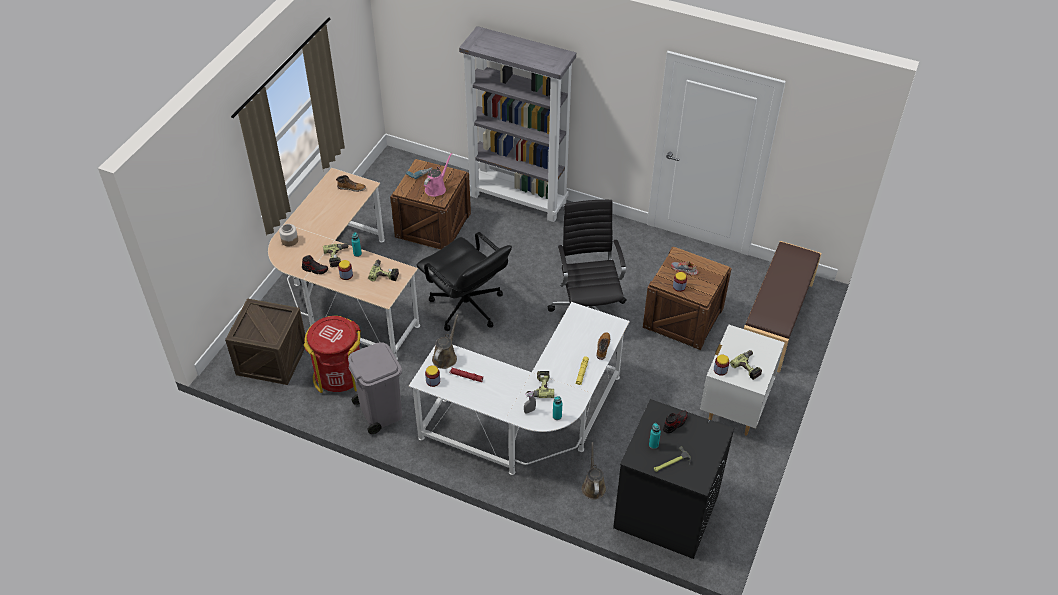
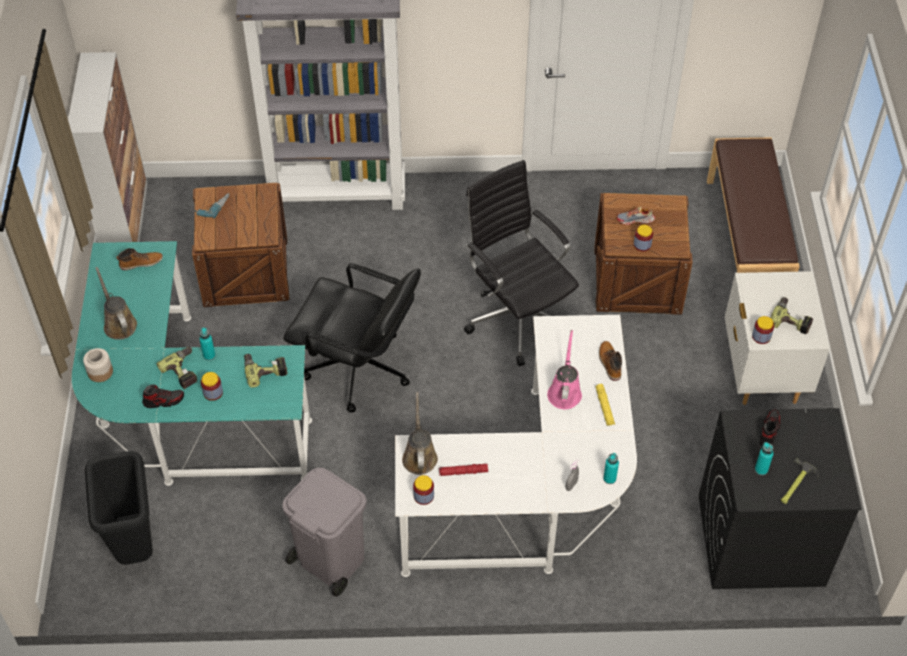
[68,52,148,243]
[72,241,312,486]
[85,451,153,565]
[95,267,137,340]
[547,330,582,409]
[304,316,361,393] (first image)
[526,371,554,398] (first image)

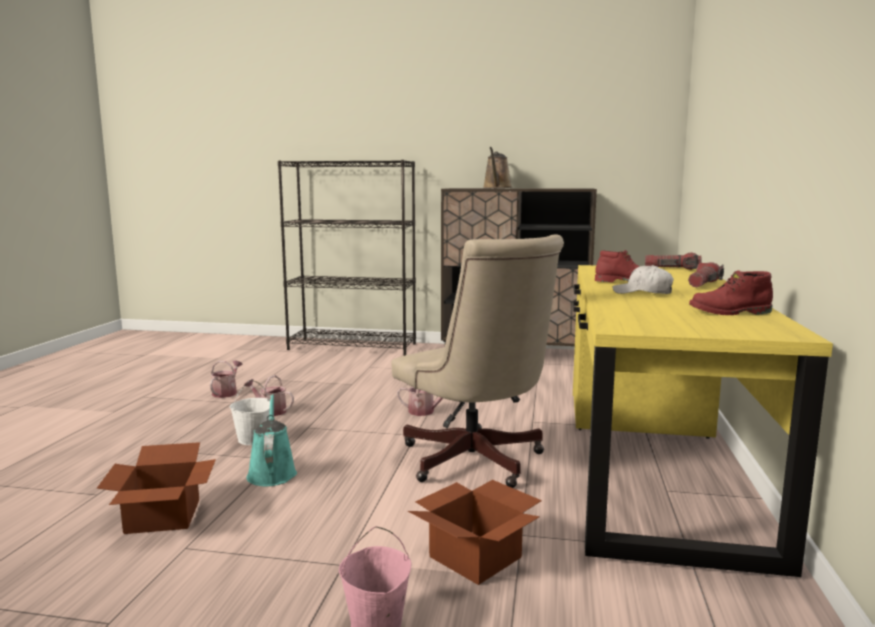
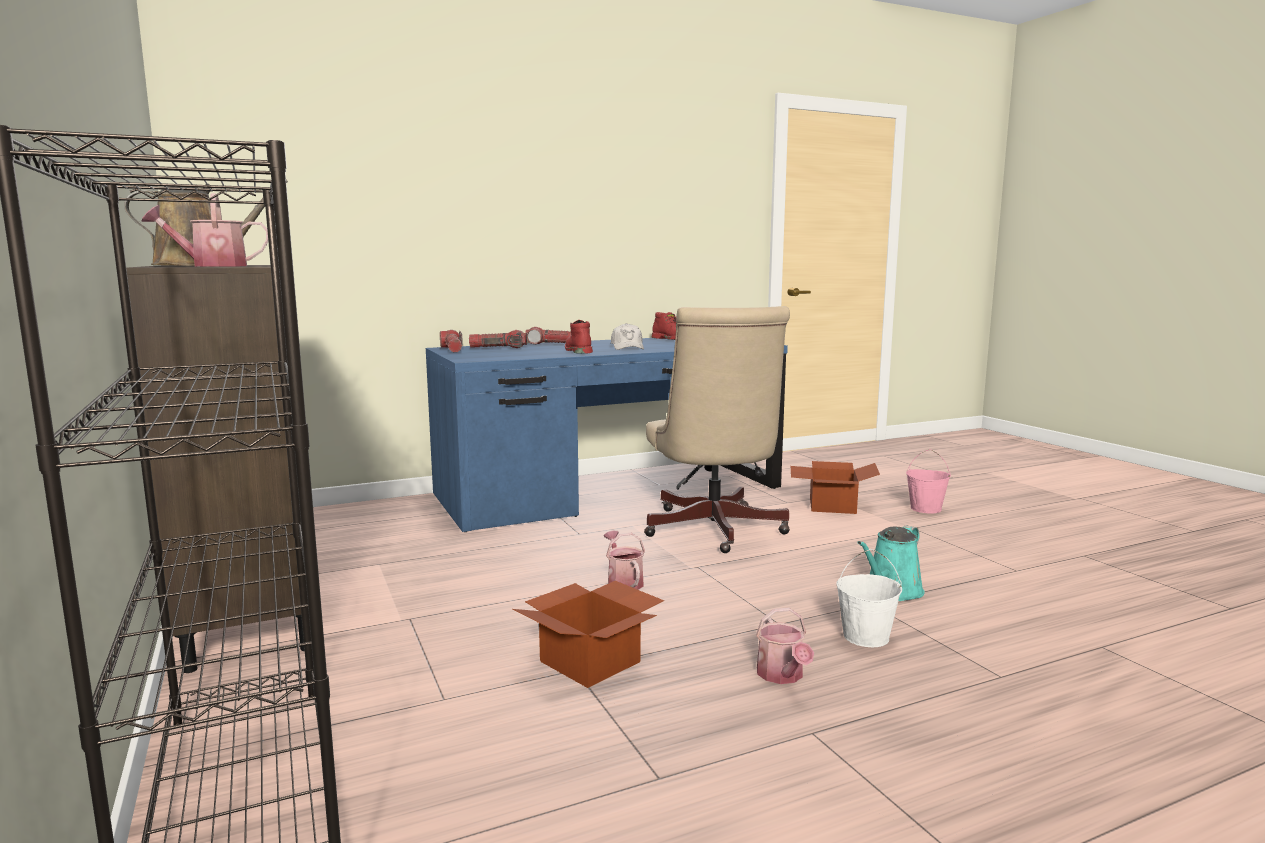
[141,193,268,267]
[426,338,788,532]
[469,330,527,348]
[513,581,664,688]
[644,306,790,553]

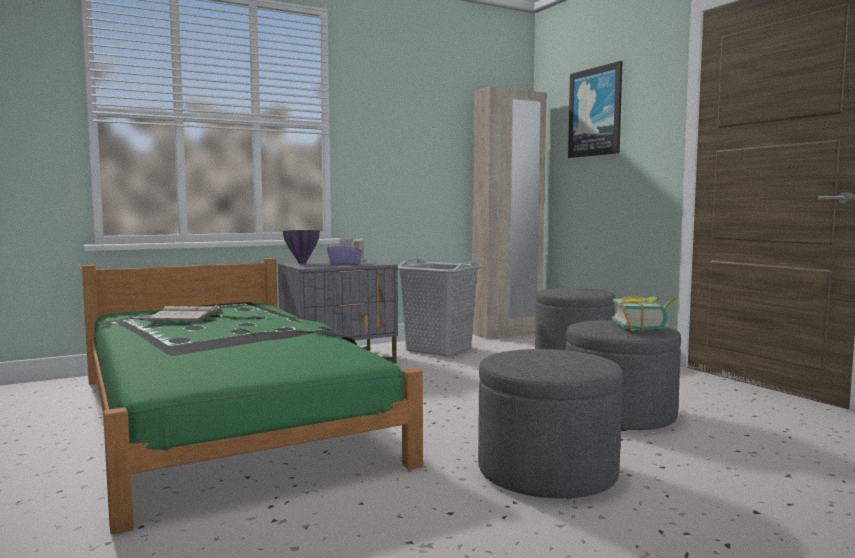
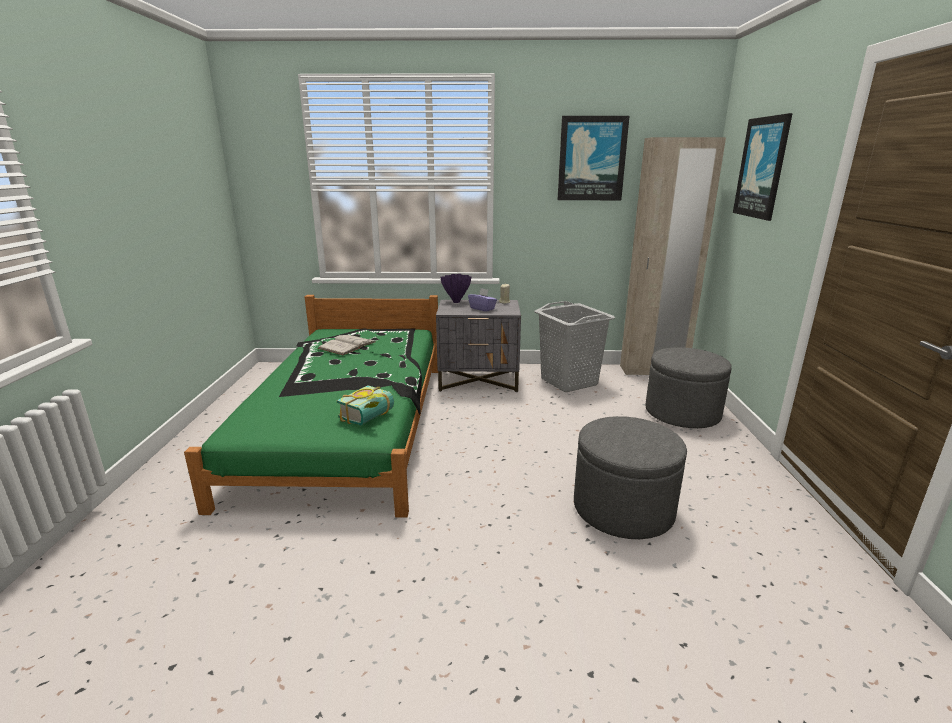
[337,385,394,426]
[557,116,629,200]
[478,349,623,499] (first image)

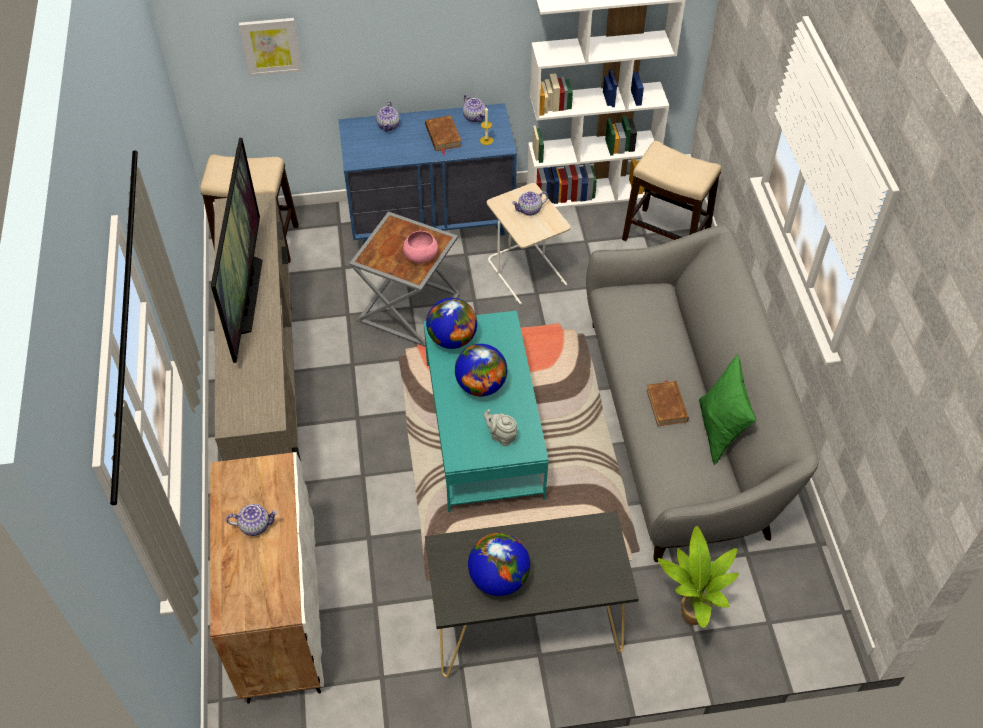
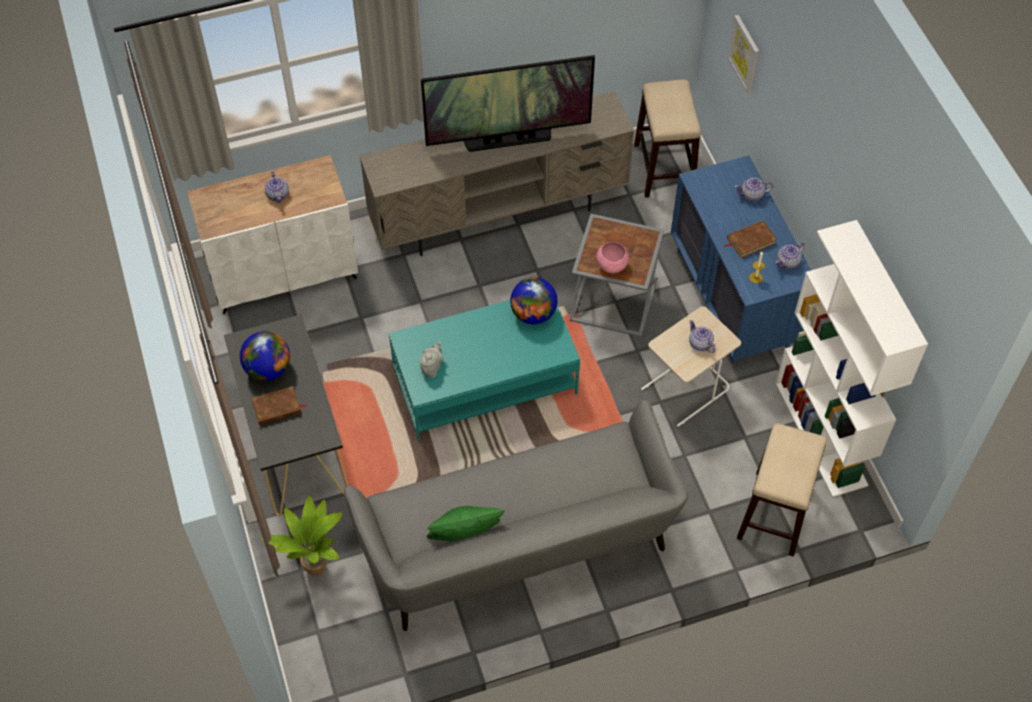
[251,386,307,425]
[455,344,507,396] (first image)

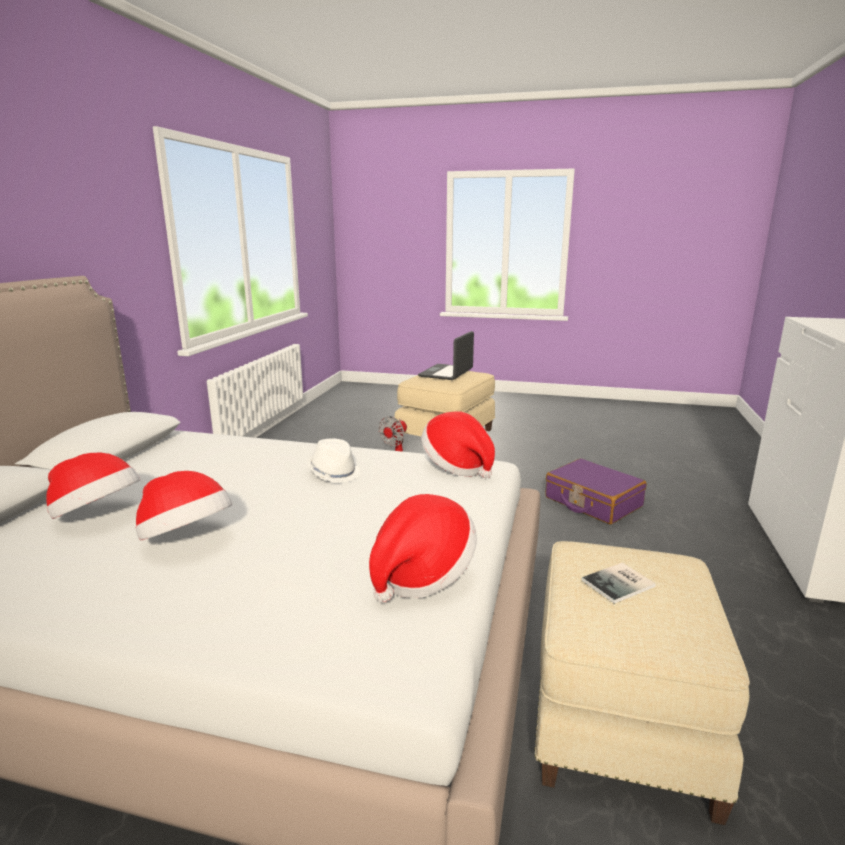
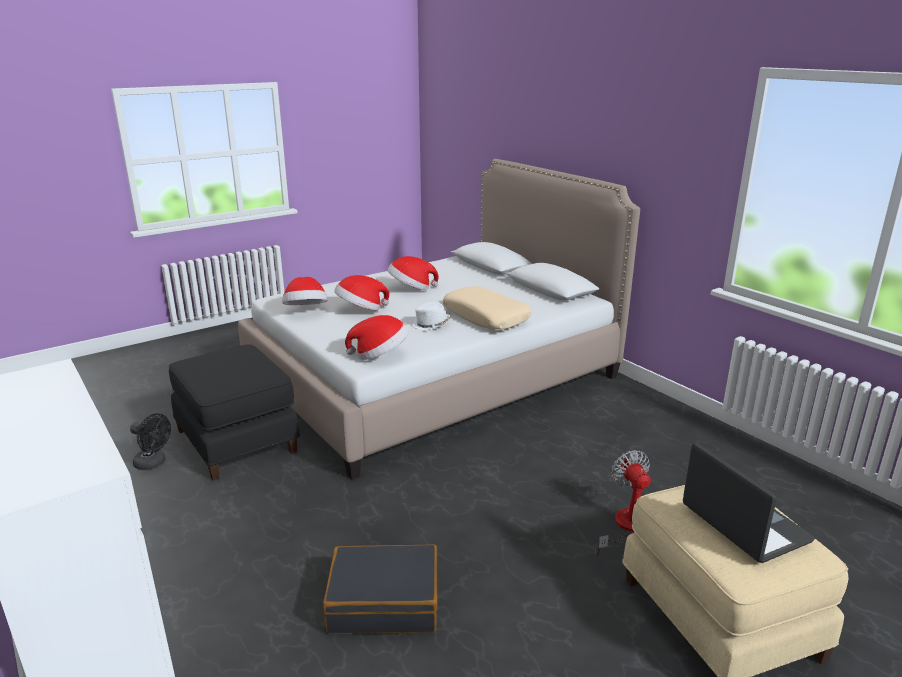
[130,413,171,470]
[169,344,300,481]
[323,544,438,634]
[334,275,389,310]
[443,286,531,330]
[582,563,656,604] (first image)

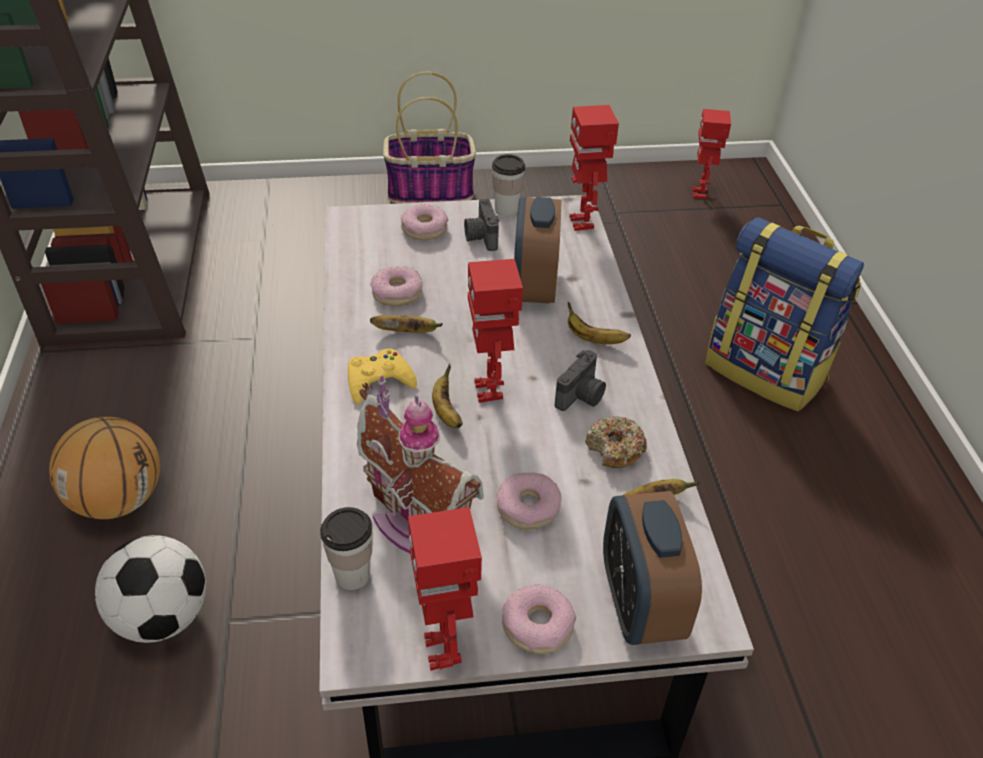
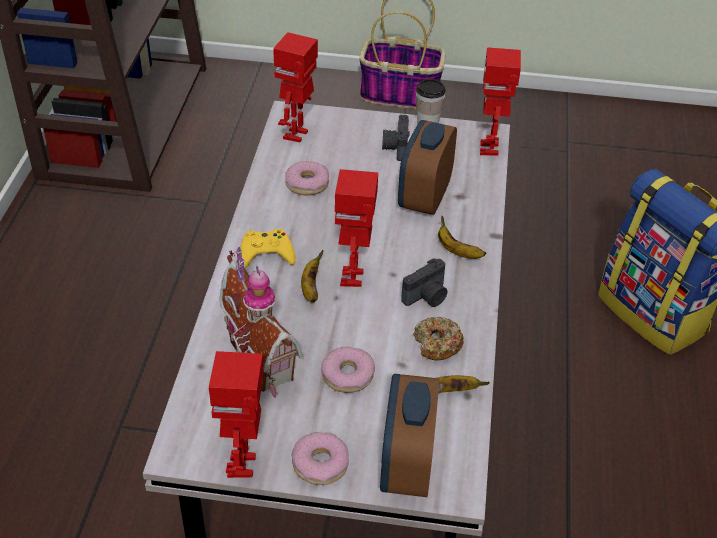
[273,32,318,142]
[49,417,160,519] (first image)
[95,535,206,643] (first image)
[320,507,373,590] (first image)
[370,315,443,333] (first image)
[401,204,448,240] (first image)

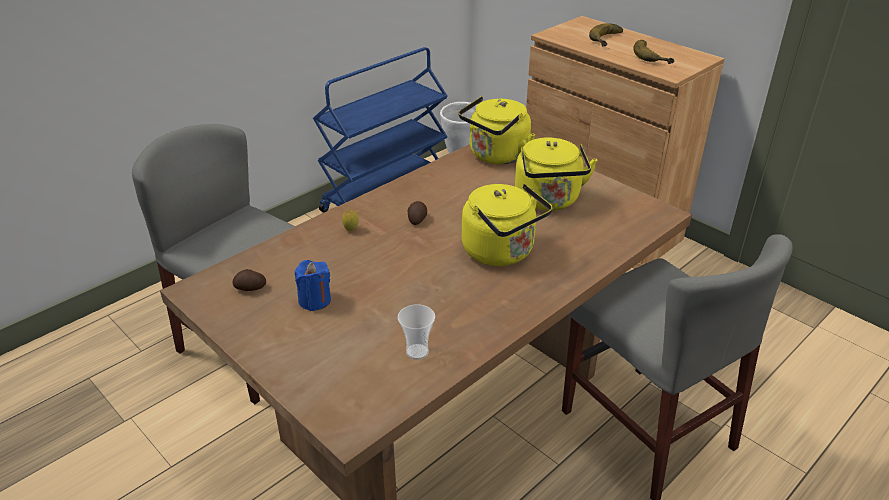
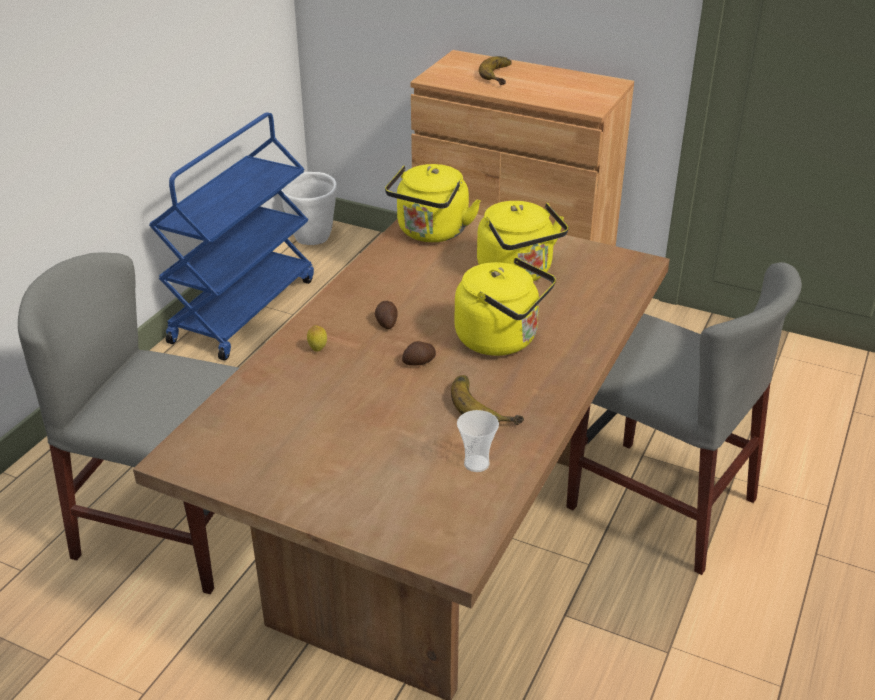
[402,341,436,366]
[451,375,524,425]
[295,260,331,311] (first image)

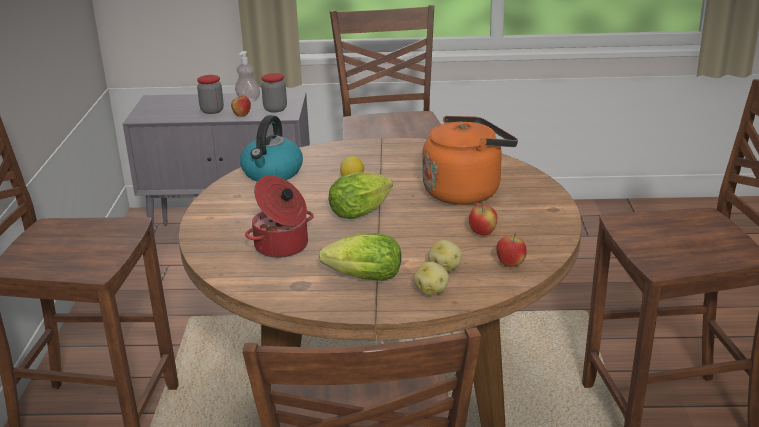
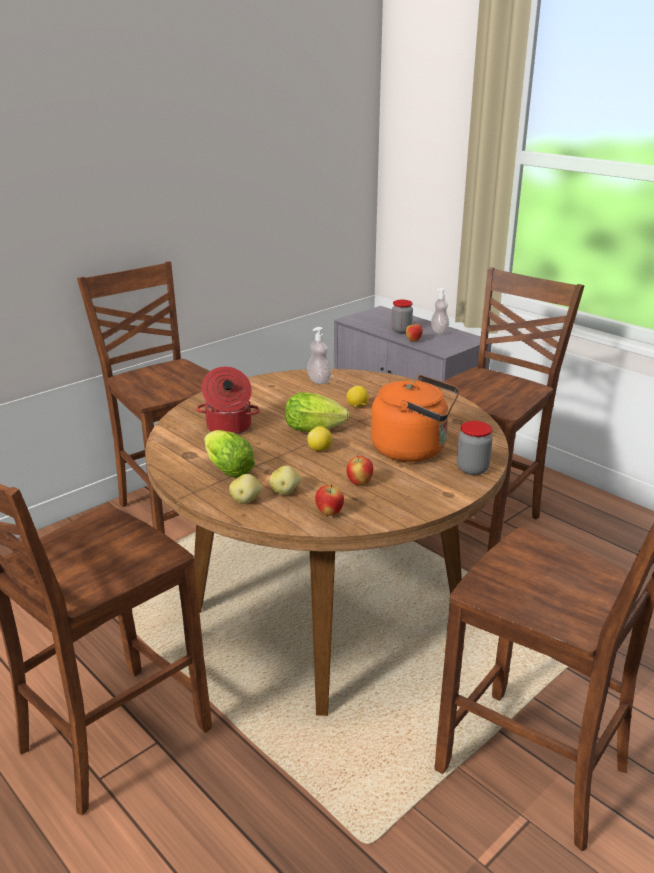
[307,327,332,384]
[307,426,332,451]
[457,421,493,475]

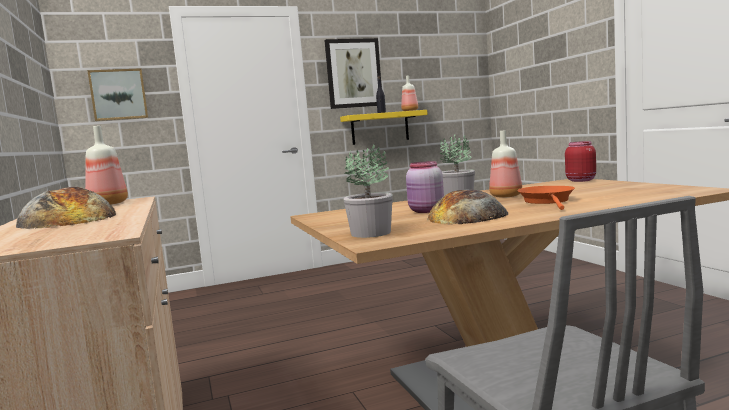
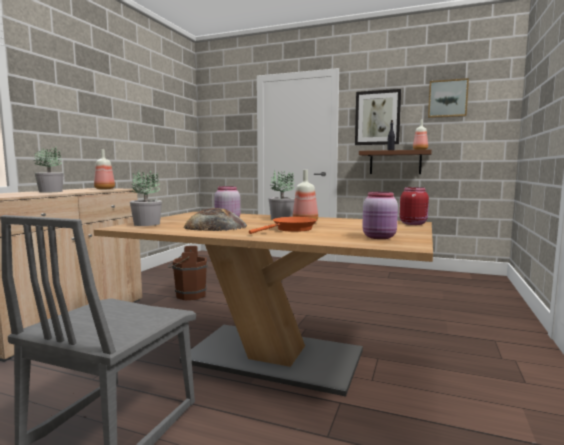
[34,147,64,192]
[168,246,208,300]
[359,150,432,174]
[362,192,398,239]
[428,78,469,118]

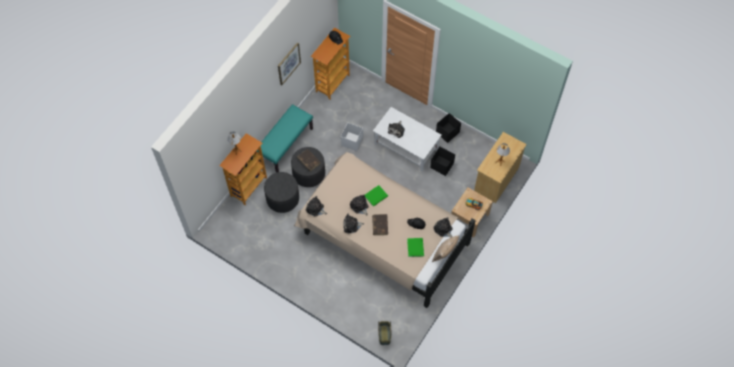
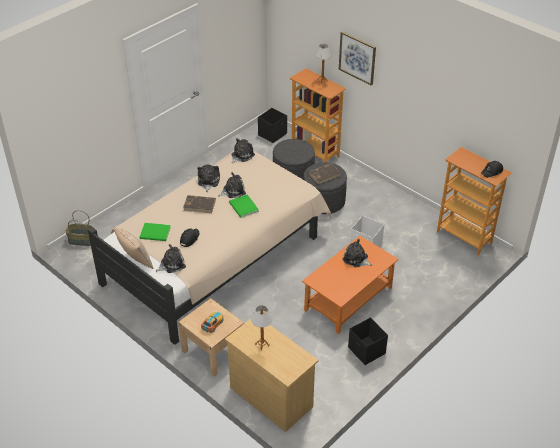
[258,108,287,143]
[302,236,399,334]
[339,31,376,86]
[257,104,313,173] (first image)

